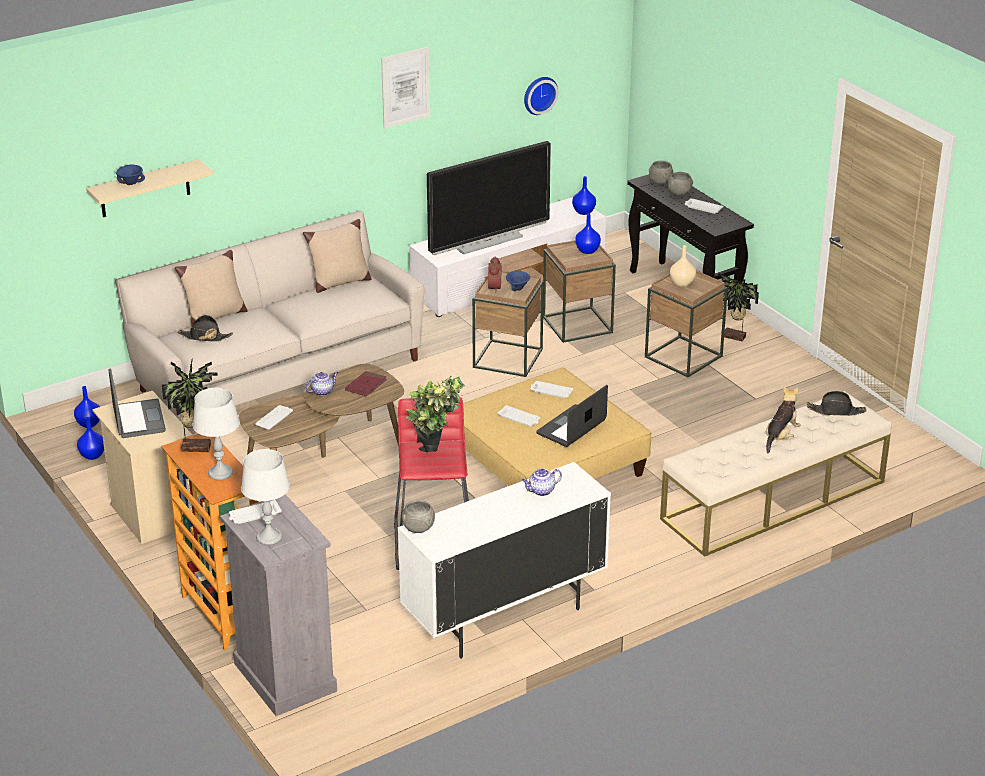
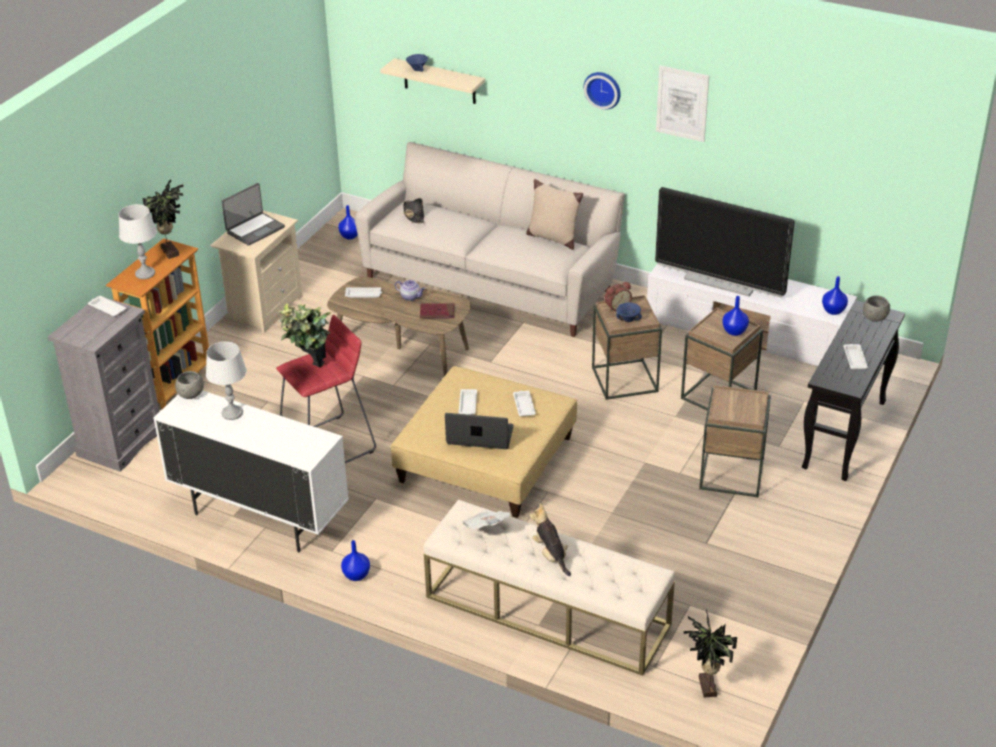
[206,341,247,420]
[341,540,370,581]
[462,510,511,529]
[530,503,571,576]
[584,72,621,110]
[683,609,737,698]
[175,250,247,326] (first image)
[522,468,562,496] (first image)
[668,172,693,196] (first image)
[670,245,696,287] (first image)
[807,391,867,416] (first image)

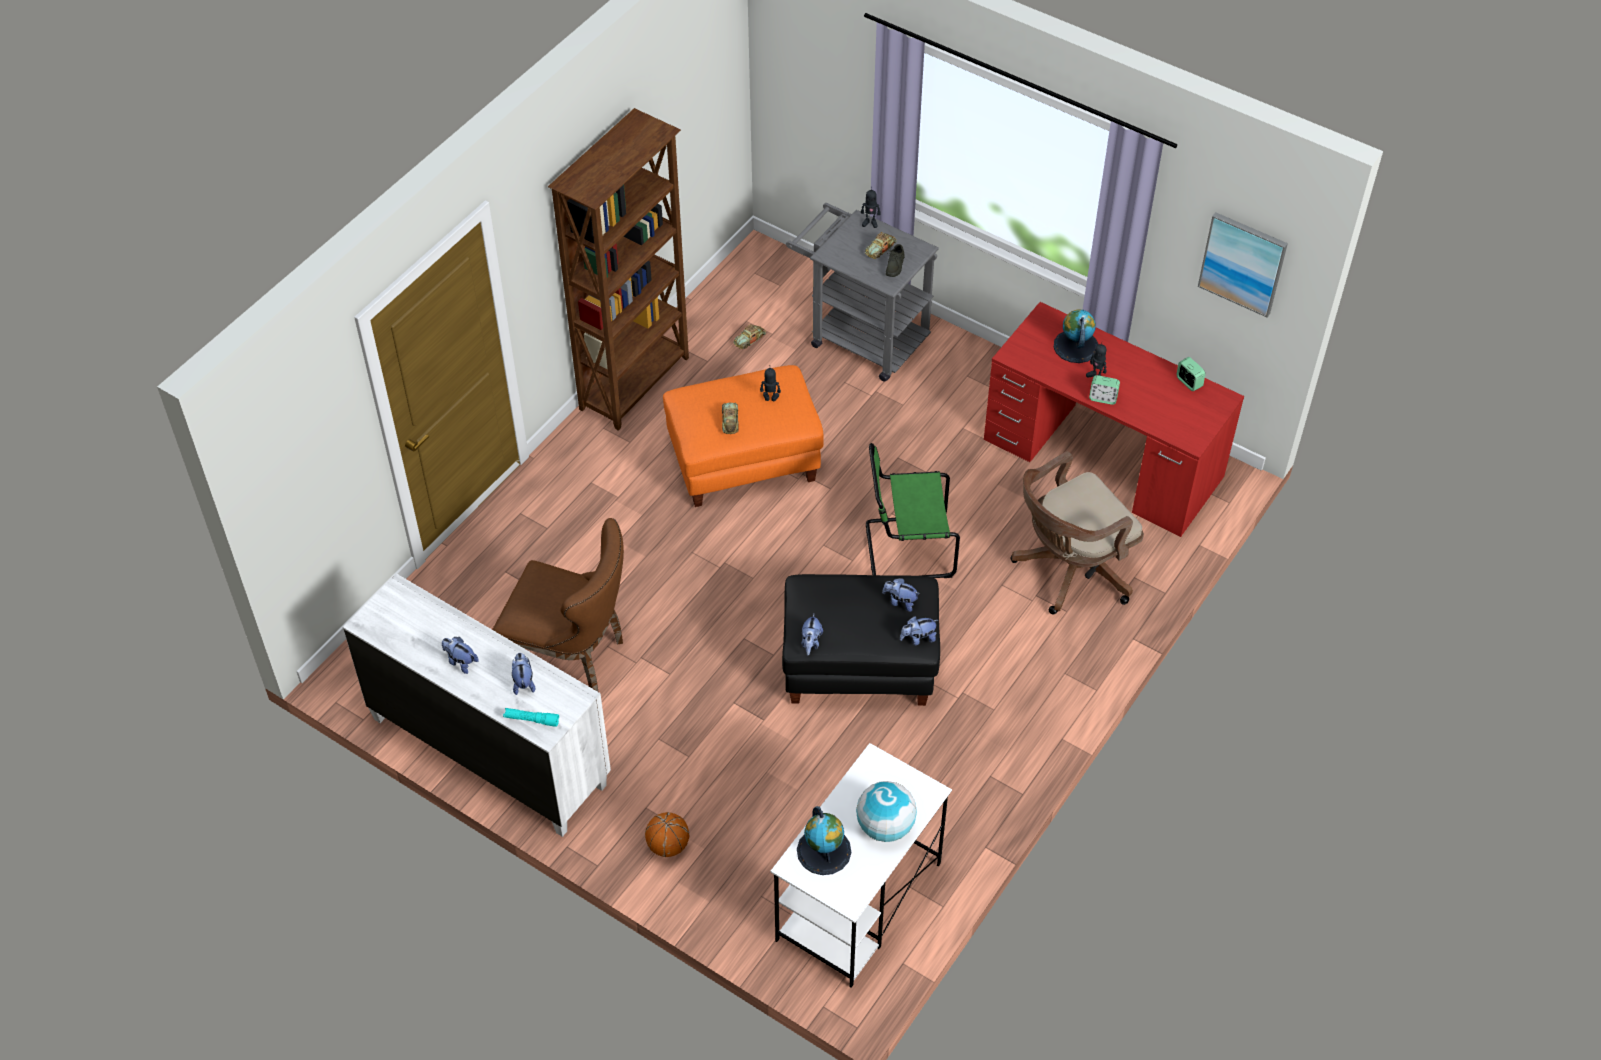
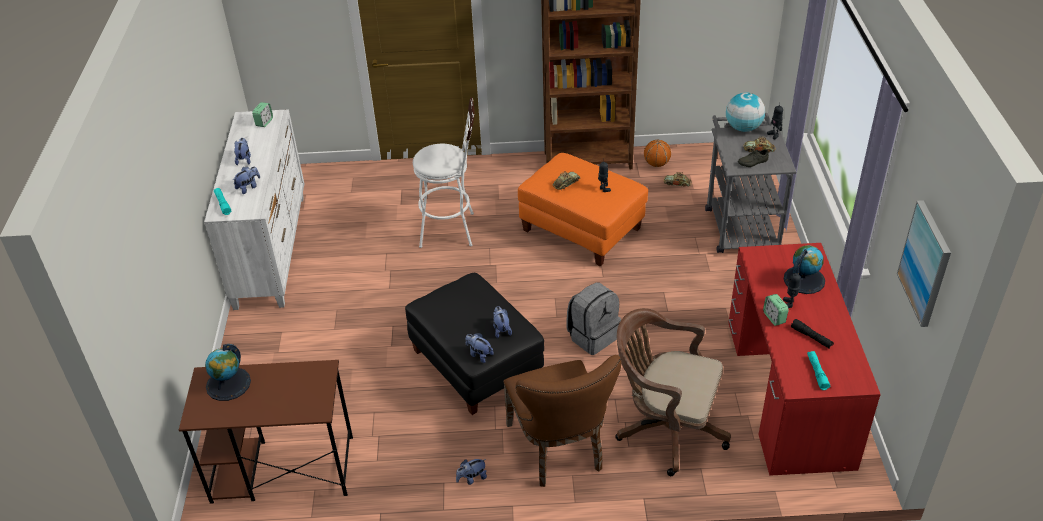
[179,360,353,504]
[252,102,273,127]
[413,98,475,248]
[456,459,487,485]
[503,355,621,487]
[566,282,621,355]
[644,140,671,167]
[726,92,765,132]
[791,319,834,349]
[807,351,830,390]

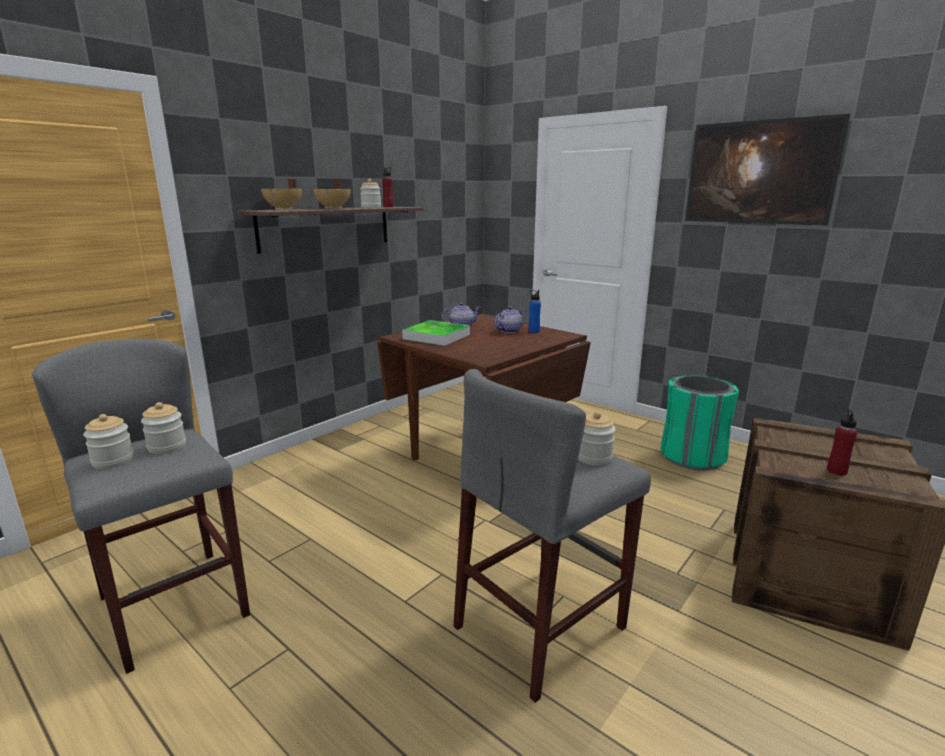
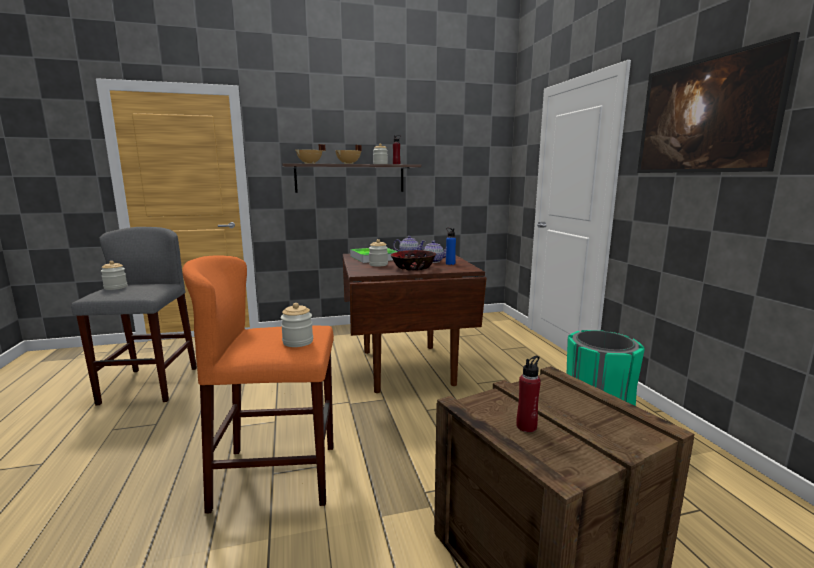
[182,255,334,514]
[369,239,388,267]
[391,250,436,271]

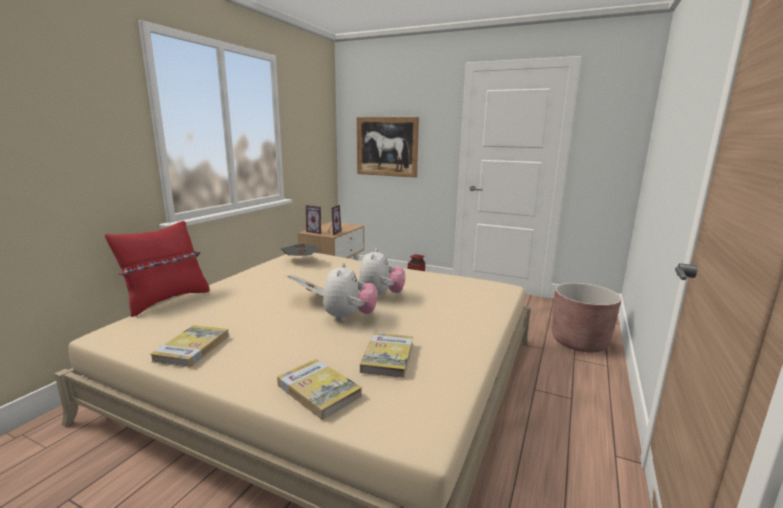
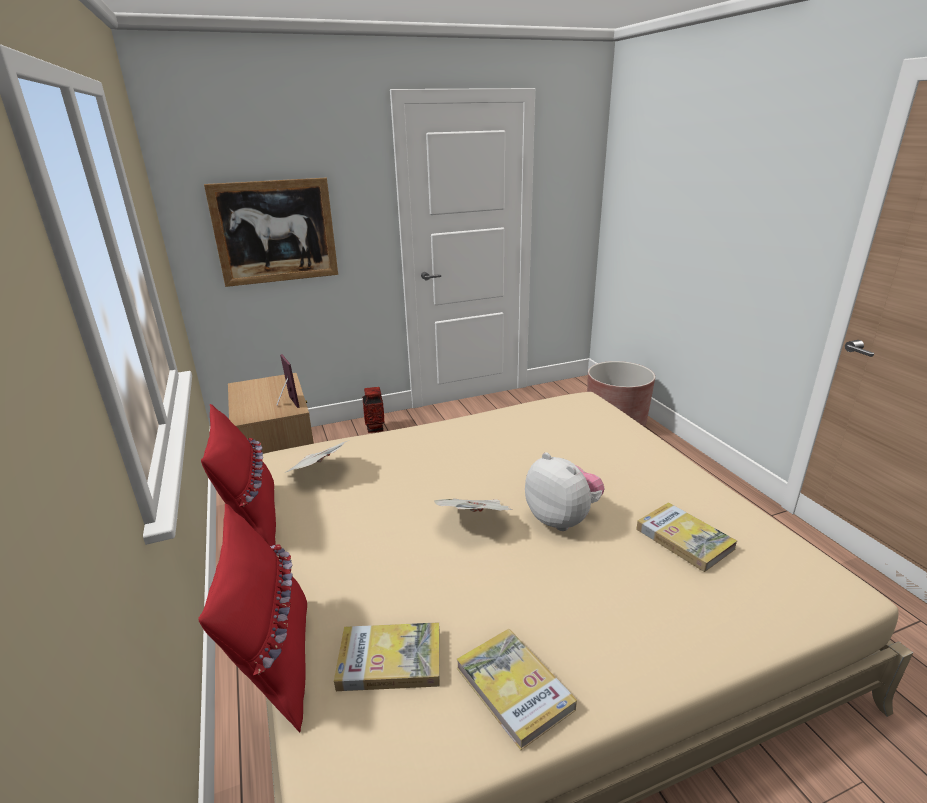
[201,404,276,546]
[334,622,440,691]
[306,205,321,234] (first image)
[358,248,405,295] (first image)

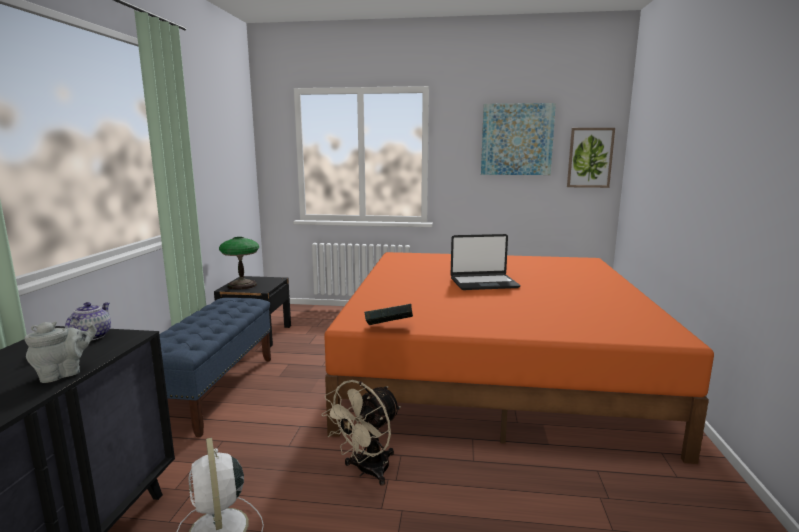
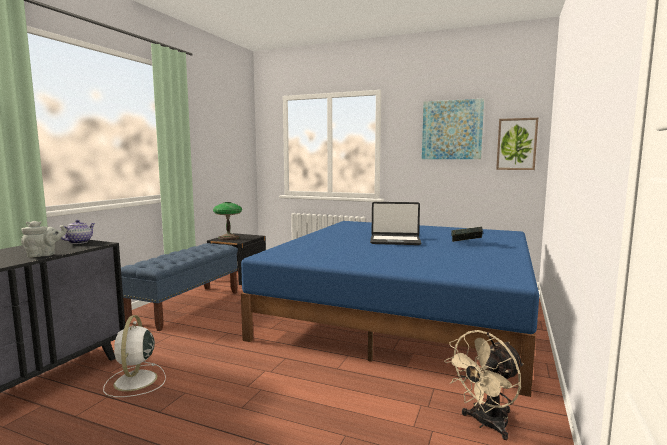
[241,221,539,397]
[444,330,524,440]
[451,226,483,242]

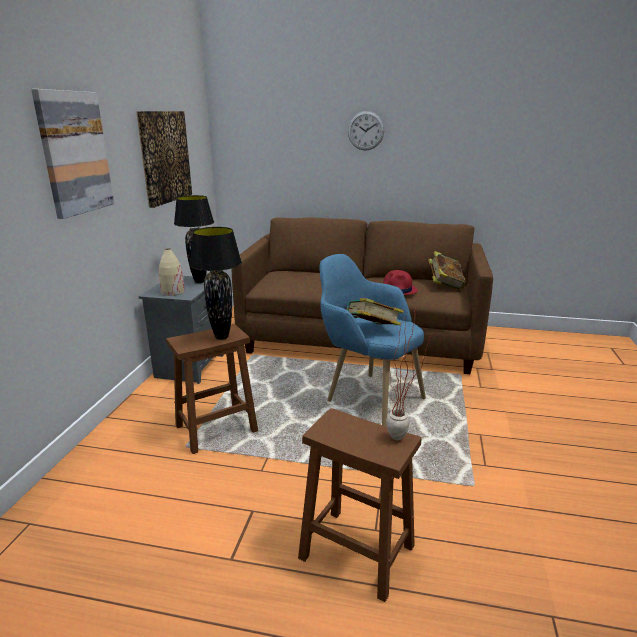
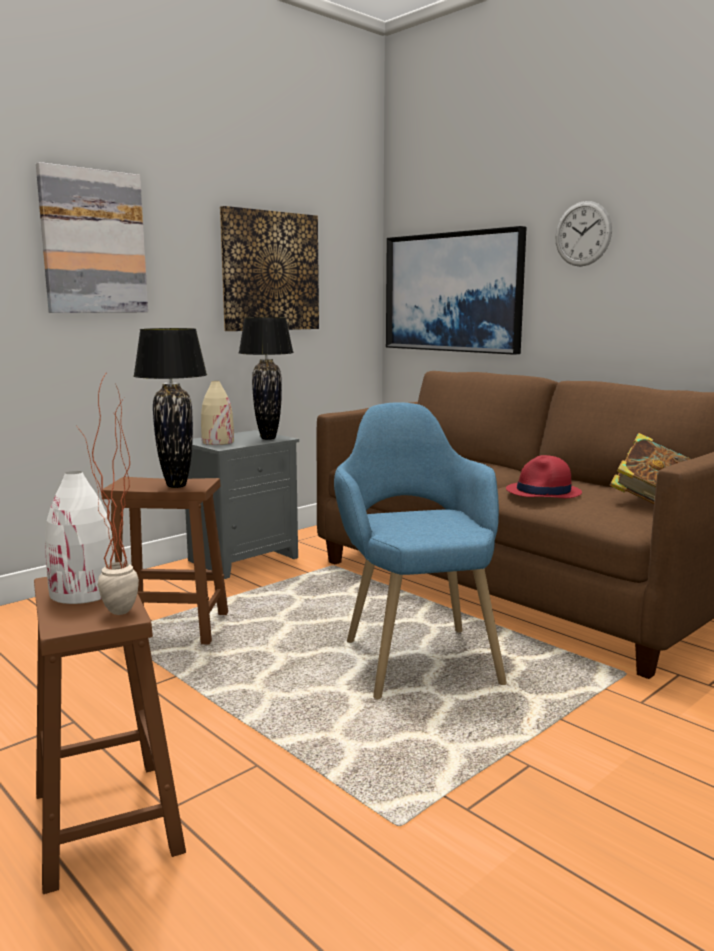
[45,471,115,604]
[386,226,527,355]
[346,298,404,325] (first image)

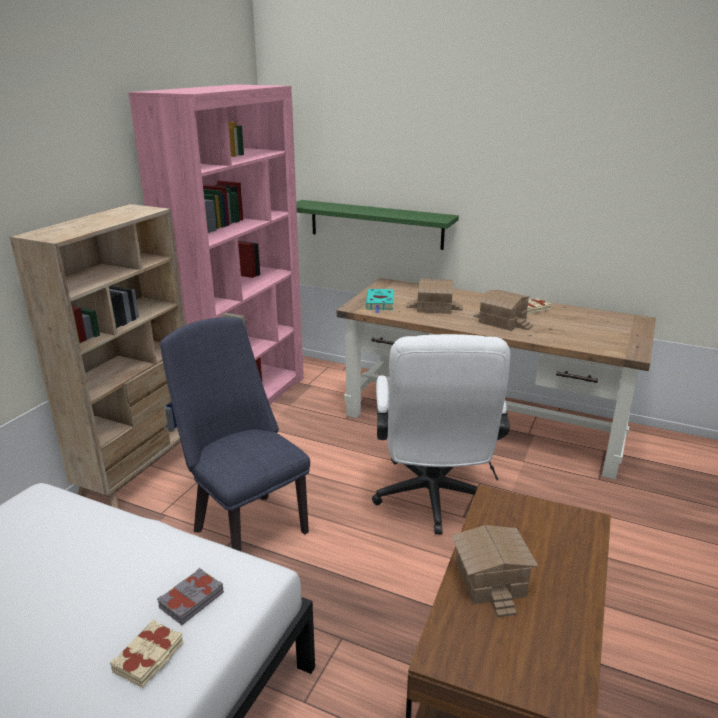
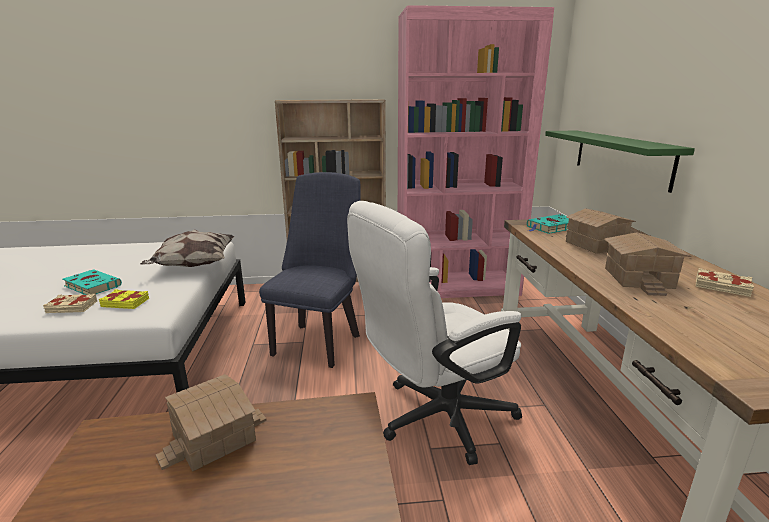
[63,269,122,295]
[99,289,149,309]
[140,230,235,267]

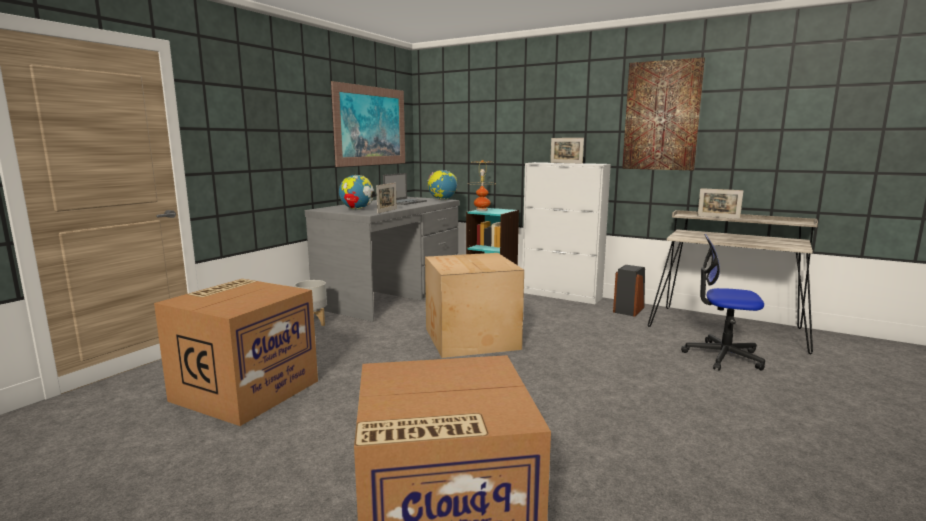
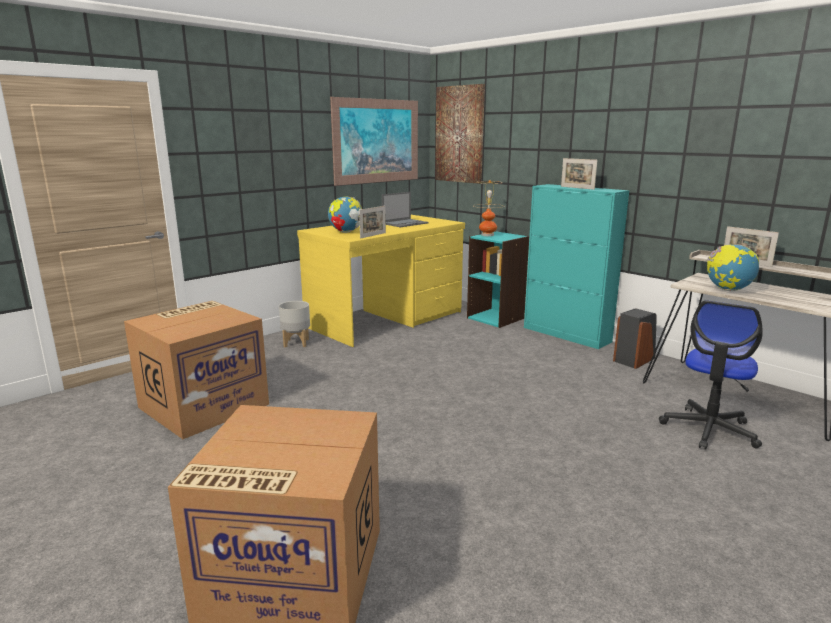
[297,215,465,347]
[435,84,485,184]
[524,184,630,349]
[659,300,763,450]
[707,245,759,291]
[425,253,524,358] (first image)

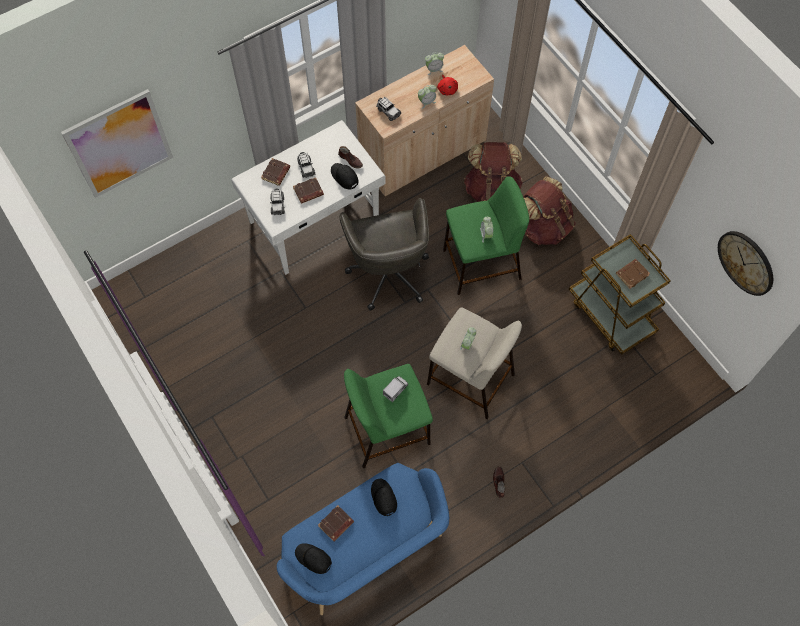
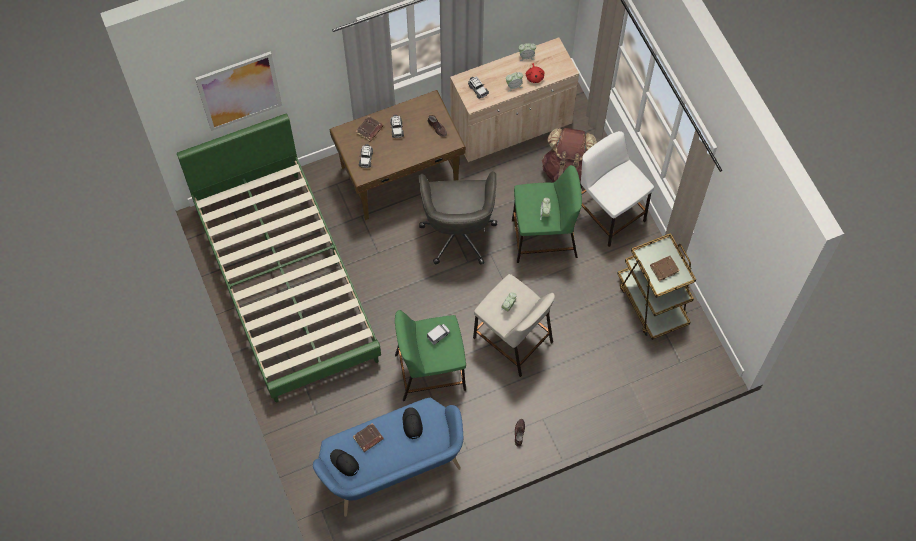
[177,113,381,403]
[330,90,466,220]
[580,131,654,247]
[293,177,324,204] (first image)
[331,163,359,189] (first image)
[718,231,773,296] (first image)

